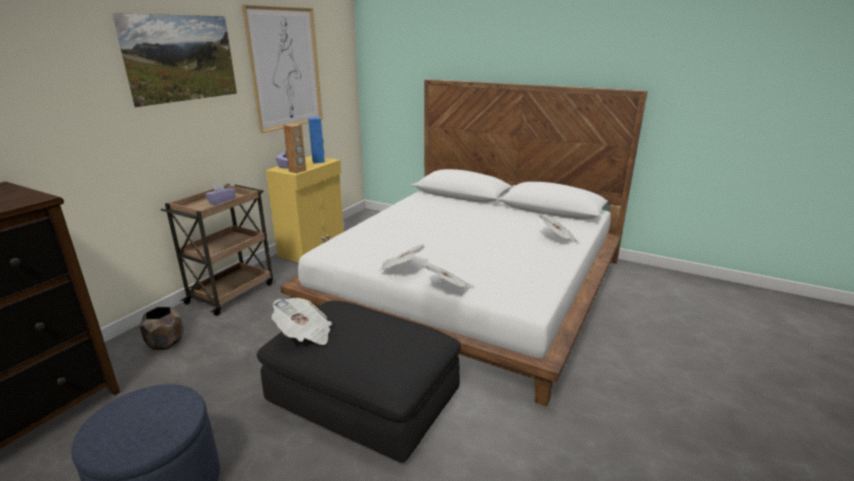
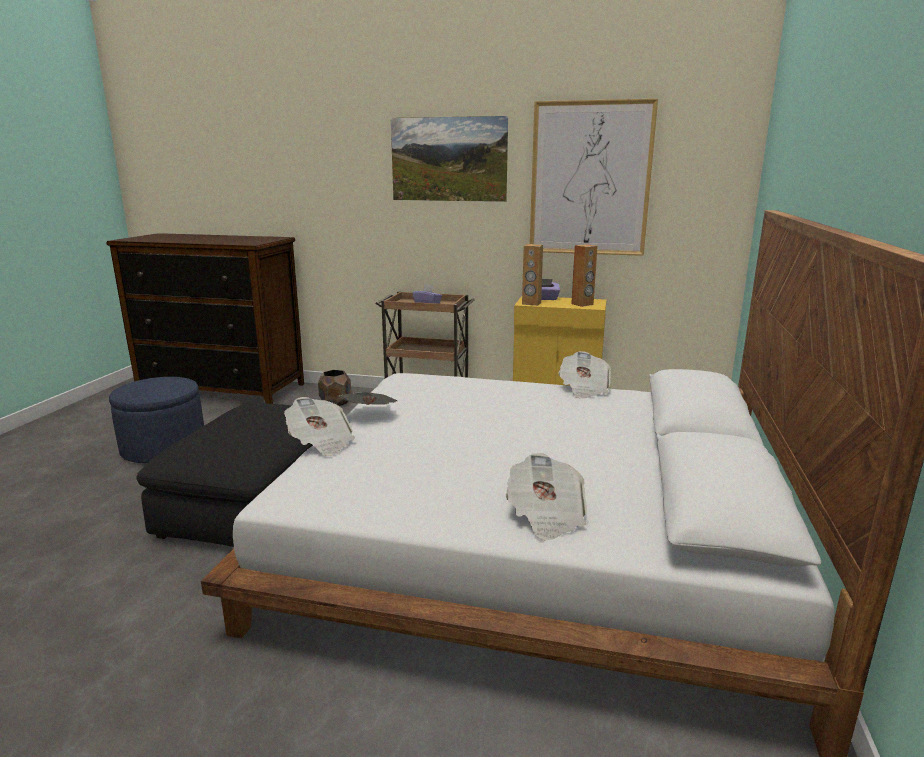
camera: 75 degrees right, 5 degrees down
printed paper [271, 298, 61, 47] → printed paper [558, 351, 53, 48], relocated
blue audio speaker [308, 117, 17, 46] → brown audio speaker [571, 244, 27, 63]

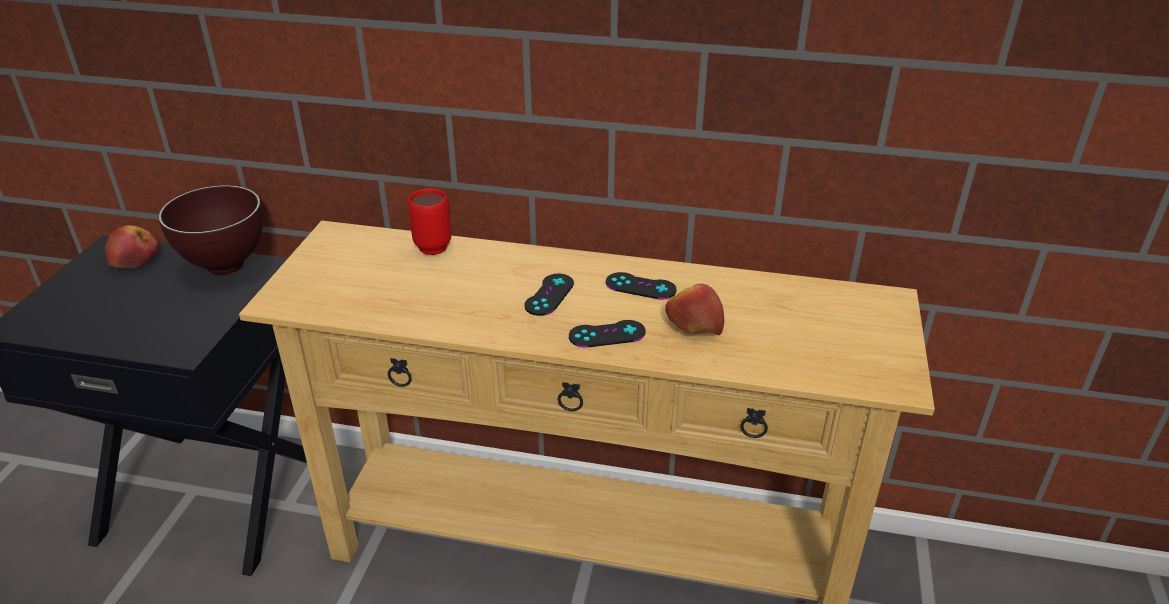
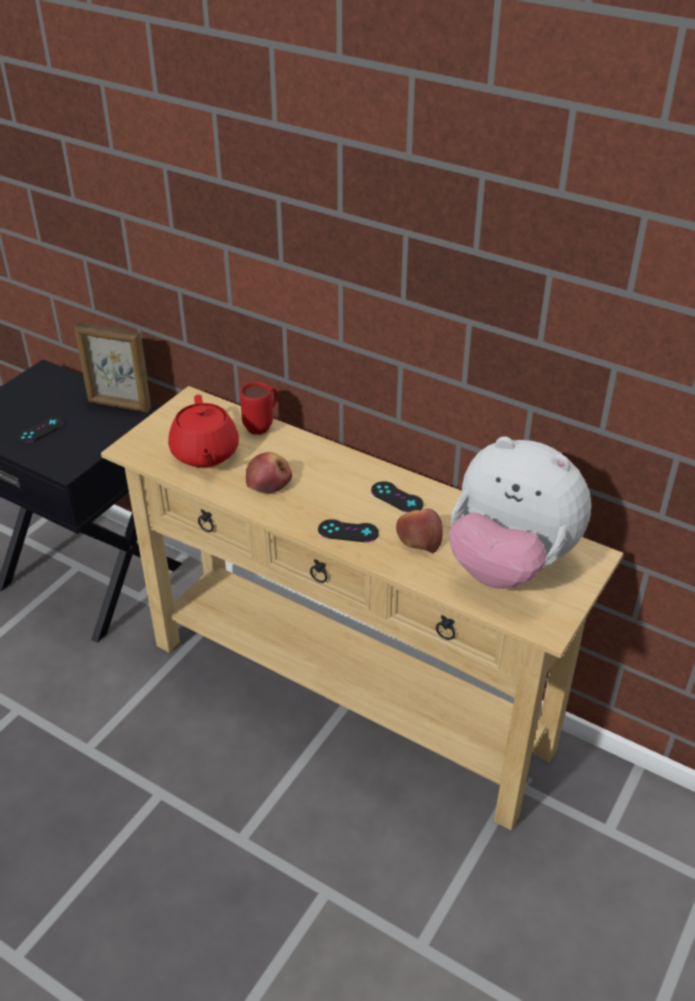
camera: 20 degrees right, 5 degrees up
black game controller [524, 274, 50, 42] → black game controller [16, 416, 48, 27], relocated
brown deep dish [158, 185, 105, 90] → photo frame [74, 322, 77, 91]
- → reddish tea pot [168, 395, 71, 73]
apple fruit [105, 225, 54, 44] → apple fruit [246, 452, 46, 41], relocated
- → cuddly toy [449, 436, 142, 153]

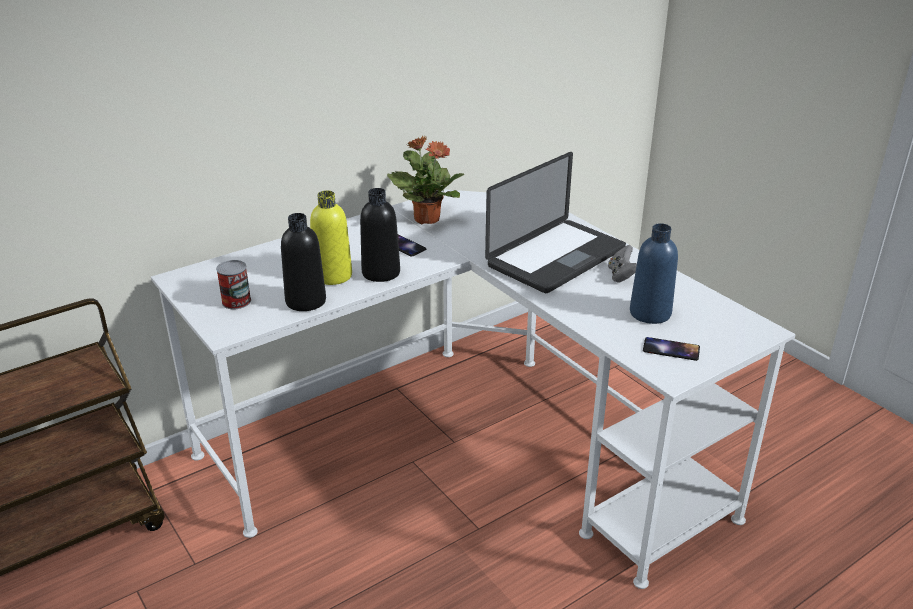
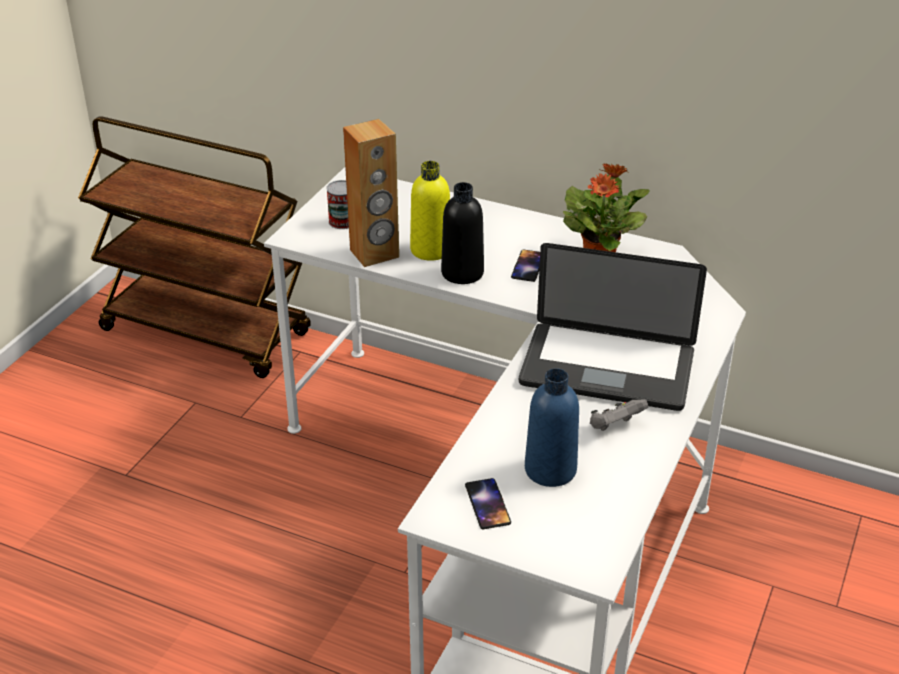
camera: 60 degrees right, 5 degrees up
black bottle [281, 213, 45, 98] → brown audio speaker [343, 119, 56, 148]

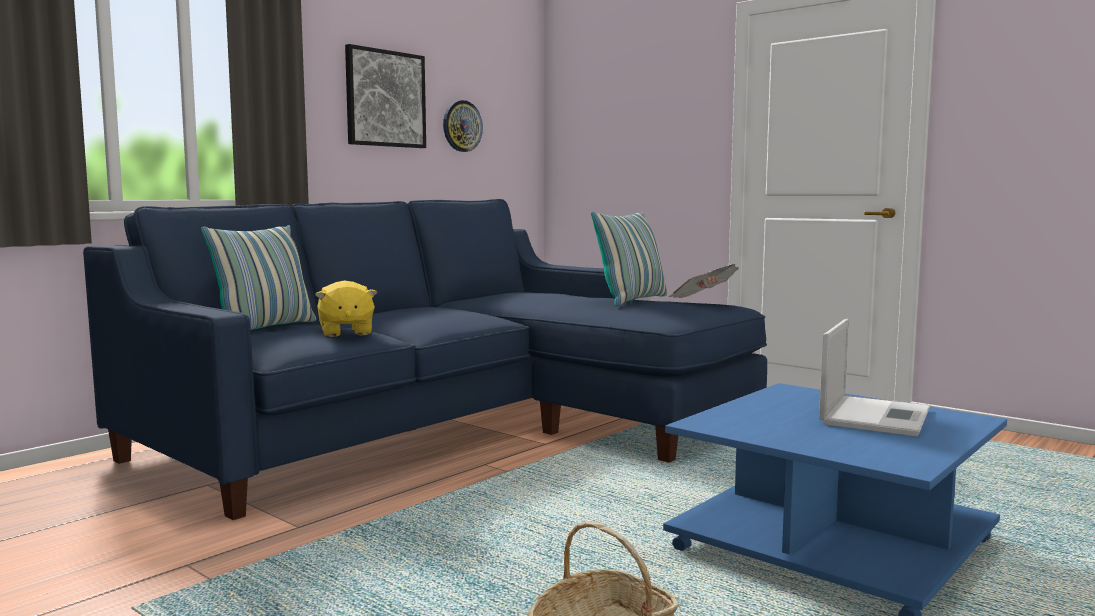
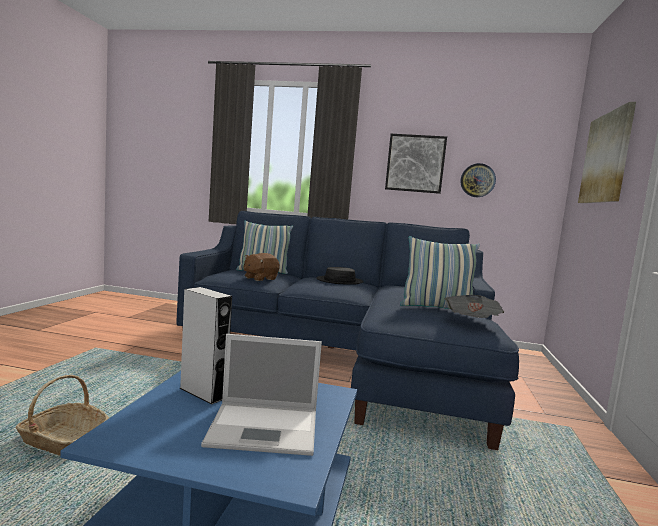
camera: 60 degrees right, 0 degrees up
- → greyish audio speaker [180, 287, 52, 118]
yellowish cuddly toy [315, 280, 62, 57] → brown cuddly toy [244, 253, 36, 28]
- → black hat [316, 267, 48, 18]
- → picture [578, 102, 58, 101]

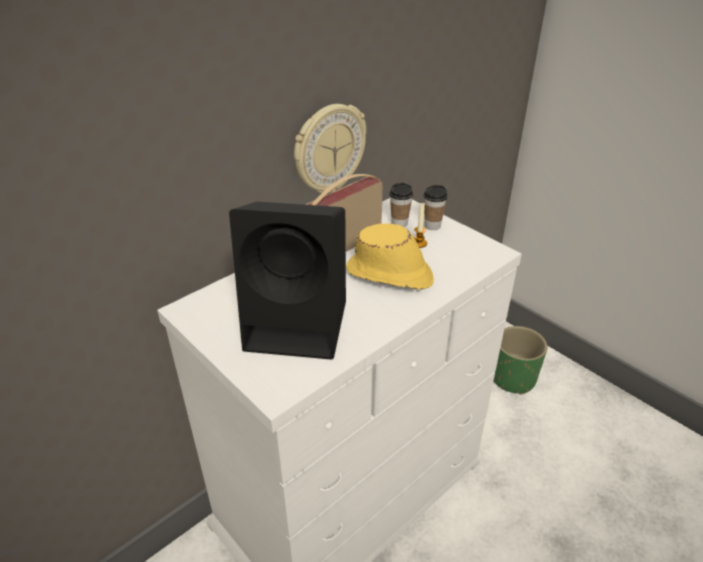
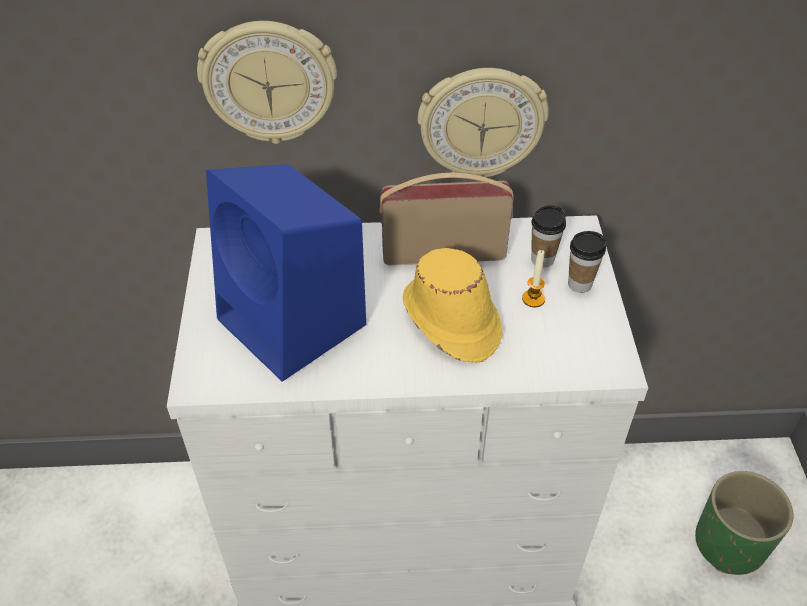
camera: 40 degrees right, 10 degrees up
- → wall clock [197, 21, 140, 123]
black audio speaker [229, 202, 117, 158] → blue audio speaker [206, 164, 161, 218]

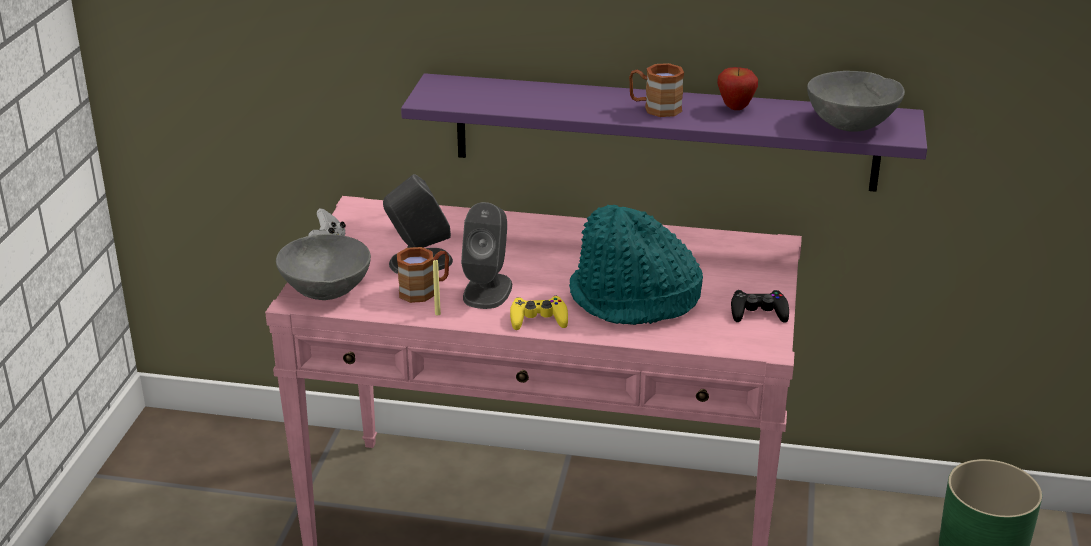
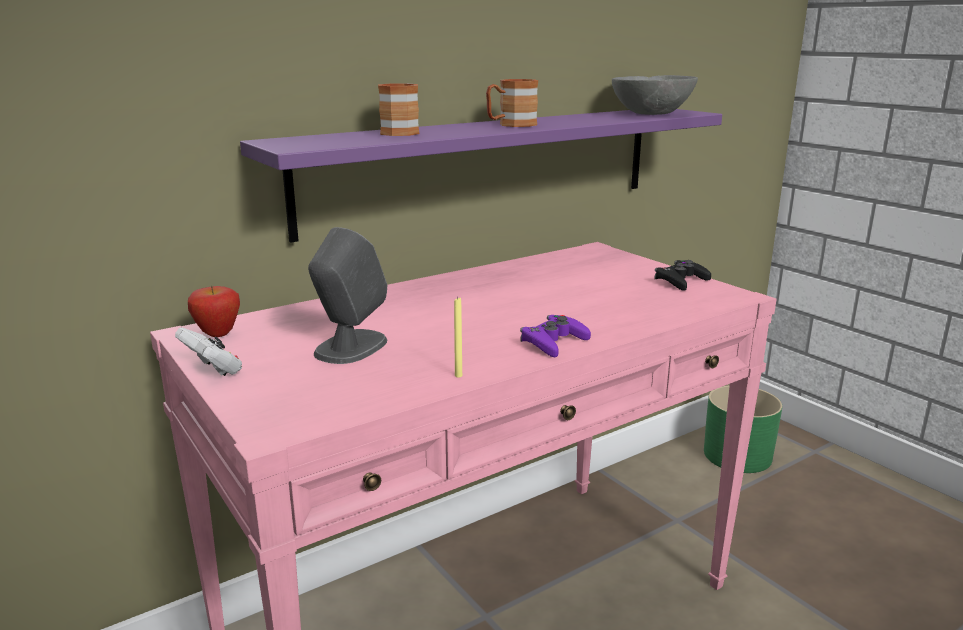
camera: 45 degrees left, 10 degrees down
apple fruit [717, 67, 41, 43] → apple fruit [188, 286, 52, 51], relocated
brown tea mug [397, 247, 52, 56] → brown tea mug [378, 83, 41, 53], relocated
yellowish game controller [510, 296, 58, 34] → purplish game controller [520, 315, 71, 42]
greyish deep dish [276, 234, 95, 66] → -
greyish audio speaker [461, 202, 51, 107] → -
blue-green hat [569, 205, 134, 120] → -

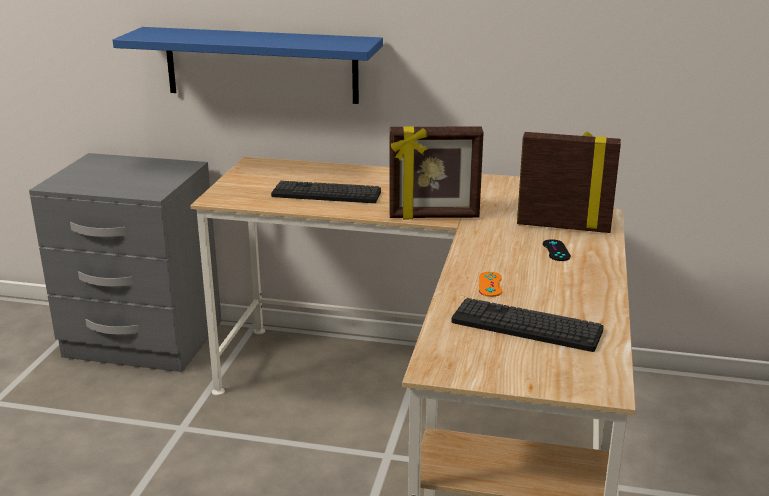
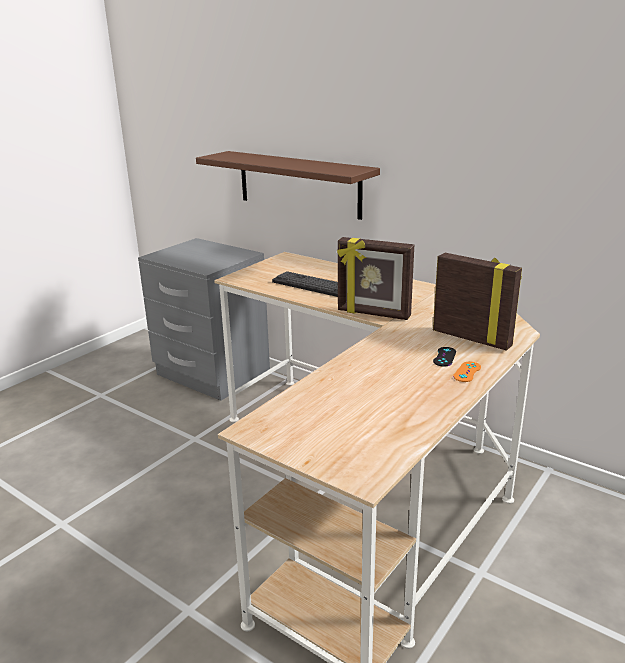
camera: 25 degrees right, 0 degrees up
blue shelf [113, 27, 270, 77] → brown shelf [196, 151, 184, 69]
orangey game controller [479, 272, 23, 25] → orangey game controller [453, 361, 28, 21], relocated
computer keyboard [452, 298, 152, 54] → -

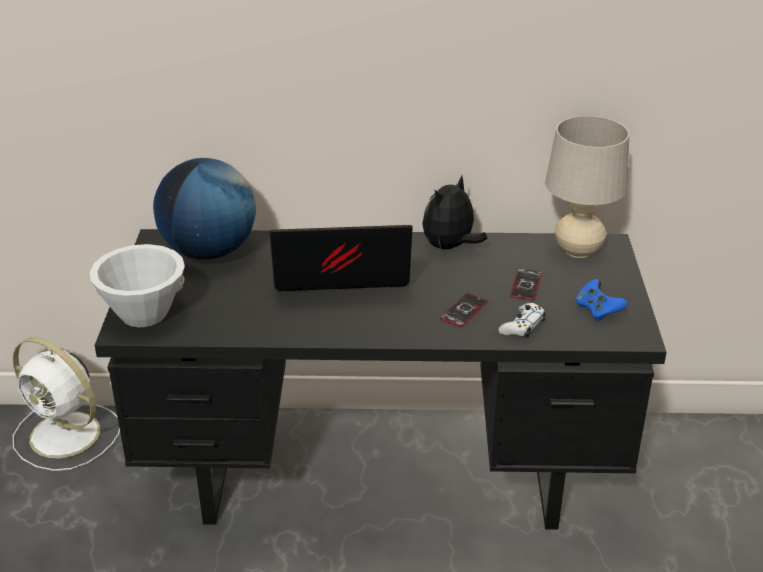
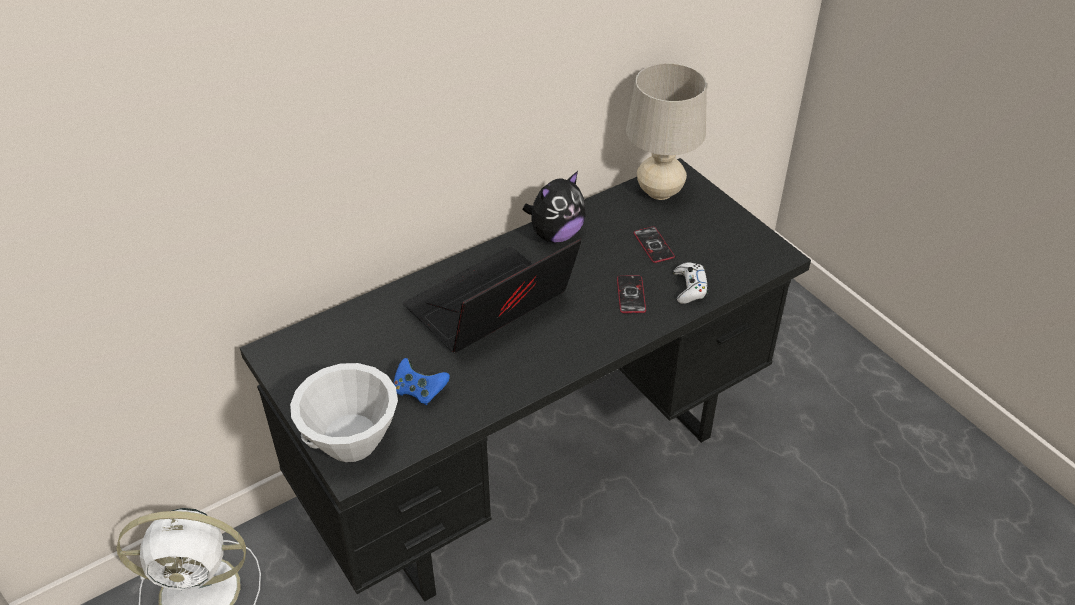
camera: 35 degrees left, 10 degrees up
blue game controller [575, 279, 53, 42] → blue game controller [394, 358, 56, 47], relocated
cuddly toy [422, 175, 65, 74] → cuddly toy [523, 171, 63, 72], 135 degrees counterclockwise
world globe [153, 158, 103, 102] → -

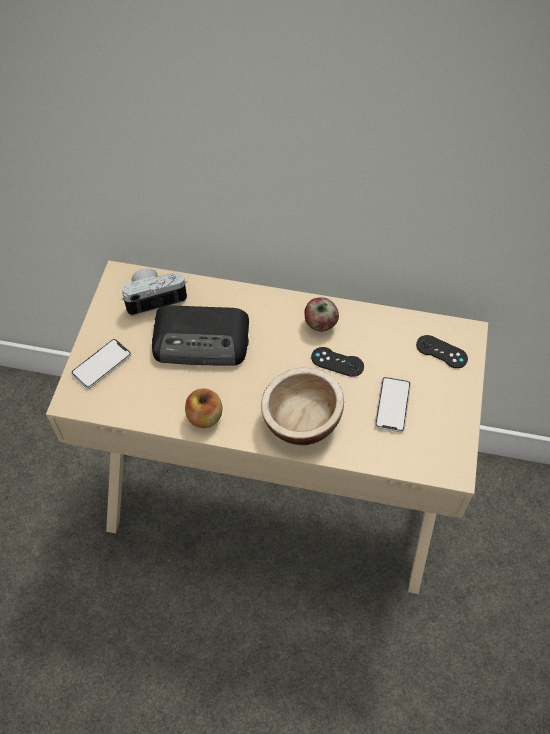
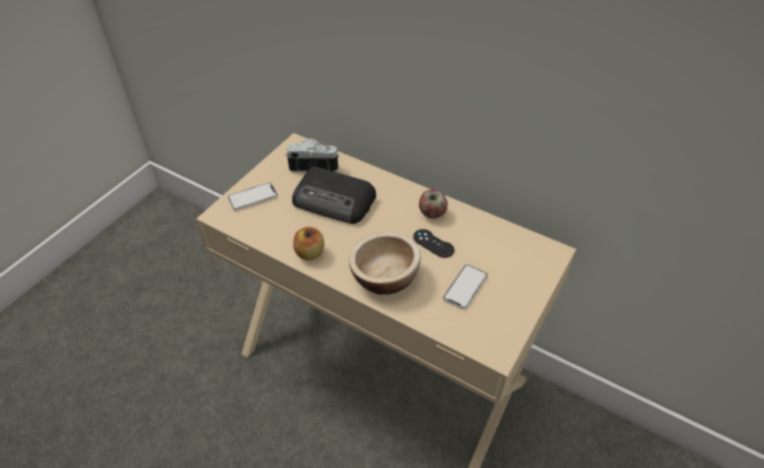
camera: 20 degrees right, 10 degrees down
black game controller [416, 335, 52, 33] → -

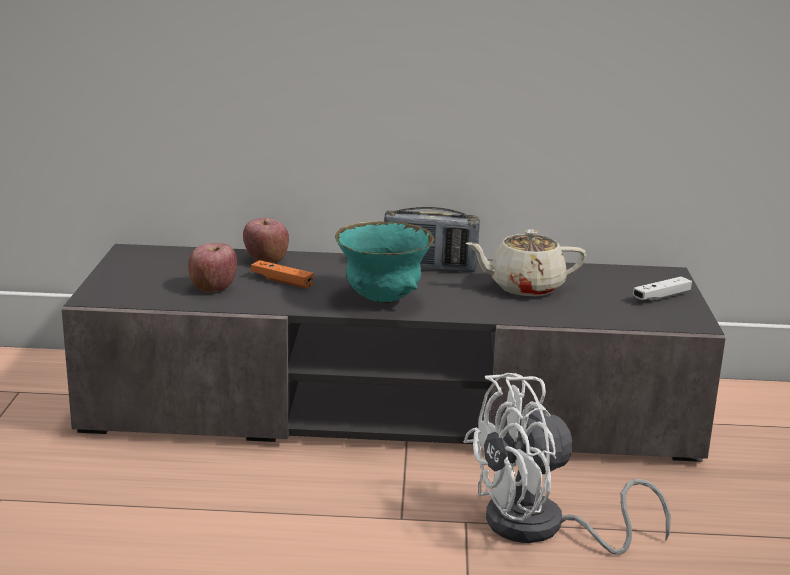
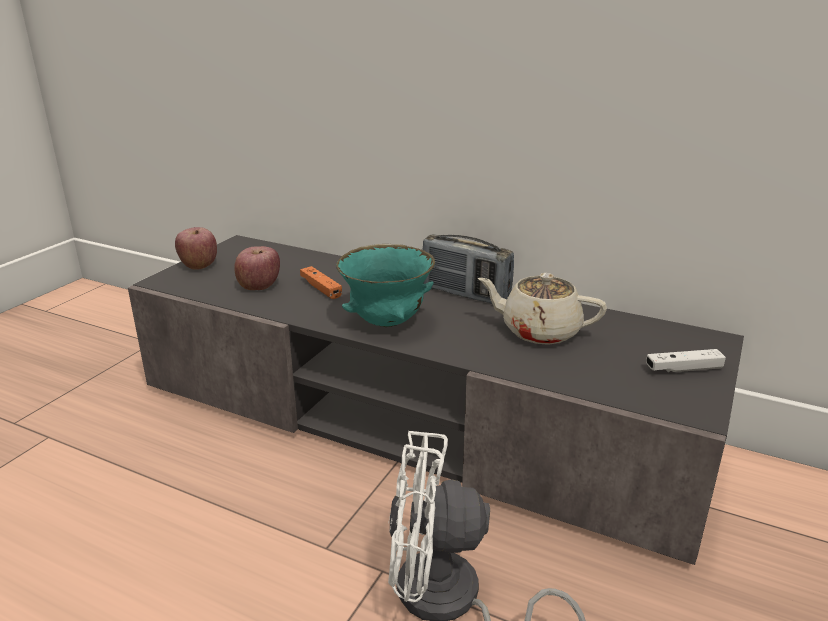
camera: 25 degrees right, 5 degrees up
apple fruit [243, 218, 46, 45] → apple fruit [175, 227, 42, 43], relocated

